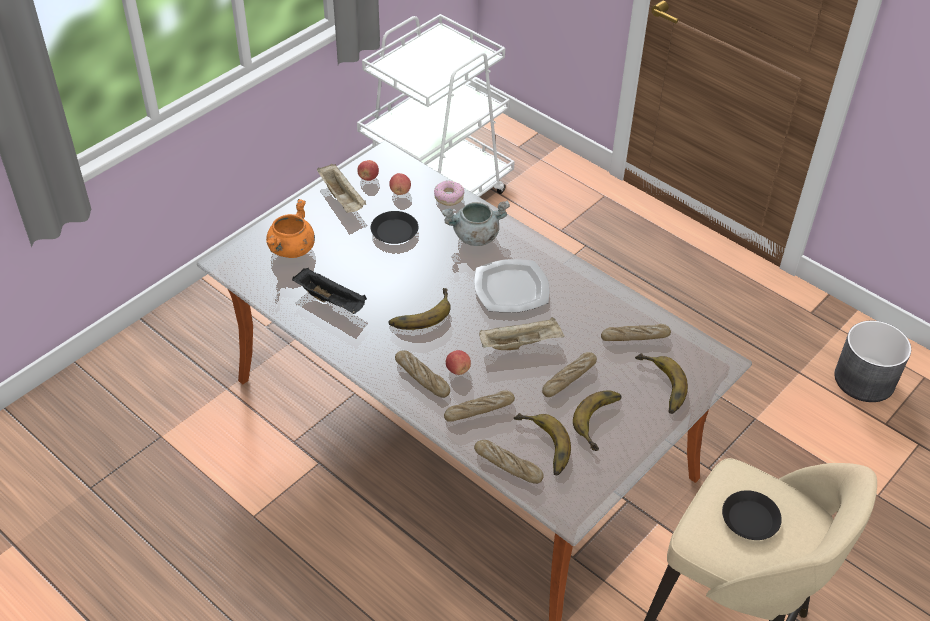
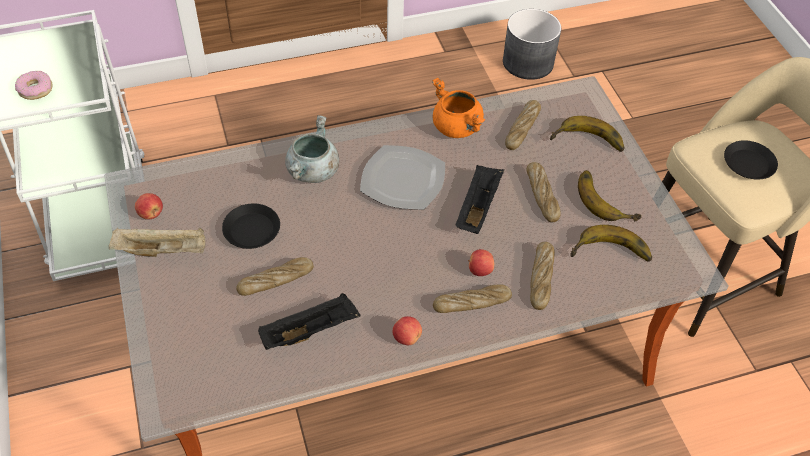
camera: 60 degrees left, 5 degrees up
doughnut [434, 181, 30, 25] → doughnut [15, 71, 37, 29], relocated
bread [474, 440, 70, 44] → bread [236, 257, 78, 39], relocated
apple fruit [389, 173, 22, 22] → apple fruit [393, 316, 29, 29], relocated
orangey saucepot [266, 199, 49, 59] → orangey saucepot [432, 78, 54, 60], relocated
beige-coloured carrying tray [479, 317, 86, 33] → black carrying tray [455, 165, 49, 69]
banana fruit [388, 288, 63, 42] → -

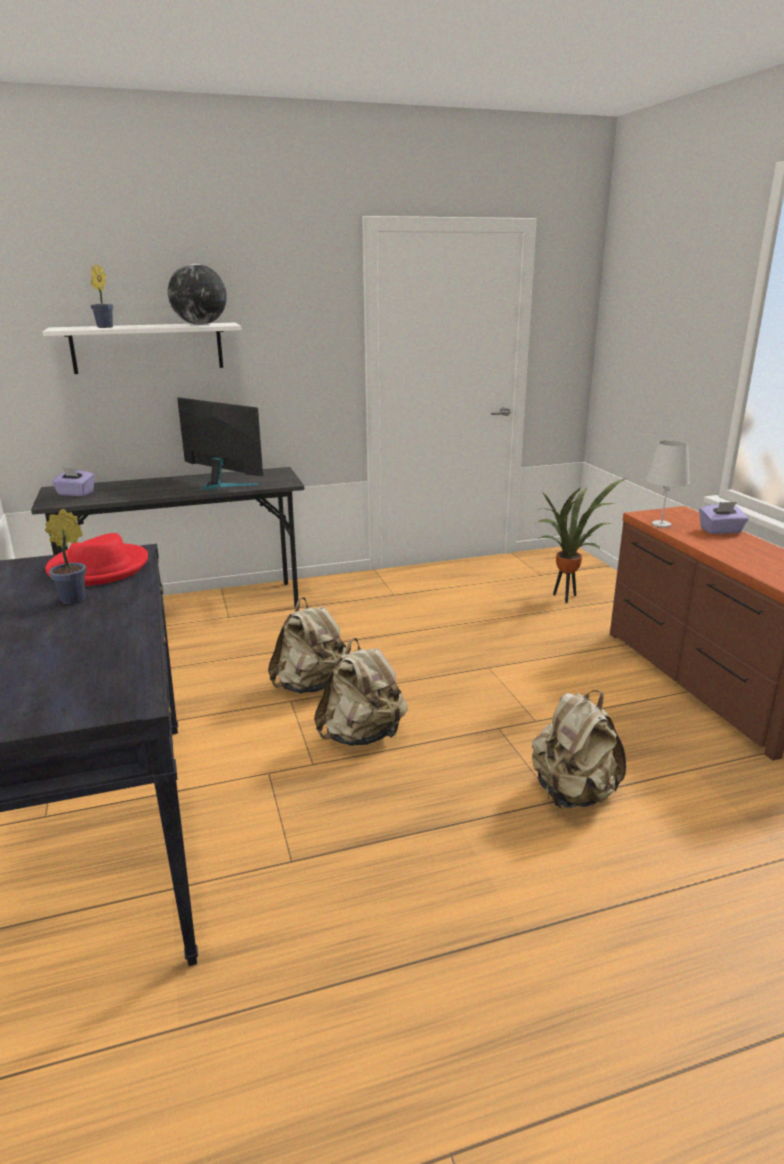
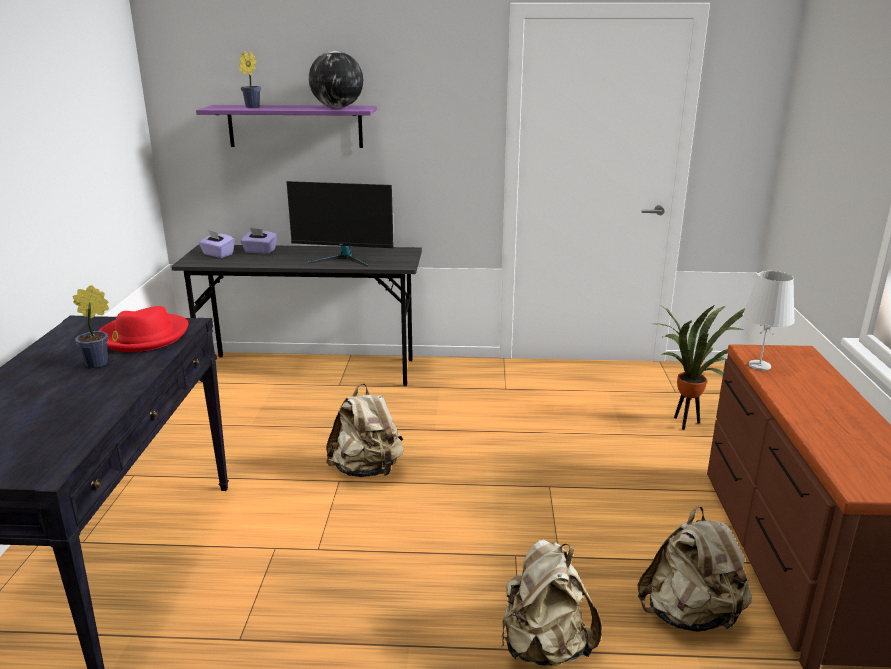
camera: 20 degrees right, 0 degrees up
white shelf [43, 323, 199, 51] → purplish shelf [196, 105, 181, 43]
purplish box of tissues [699, 502, 49, 32] → purplish box of tissues [240, 228, 37, 26], relocated
monitor [177, 397, 87, 94] → monitor [287, 181, 107, 86], 135 degrees clockwise
beige-coloured knapsack [314, 638, 93, 108] → beige-coloured knapsack [637, 506, 115, 126], relocated

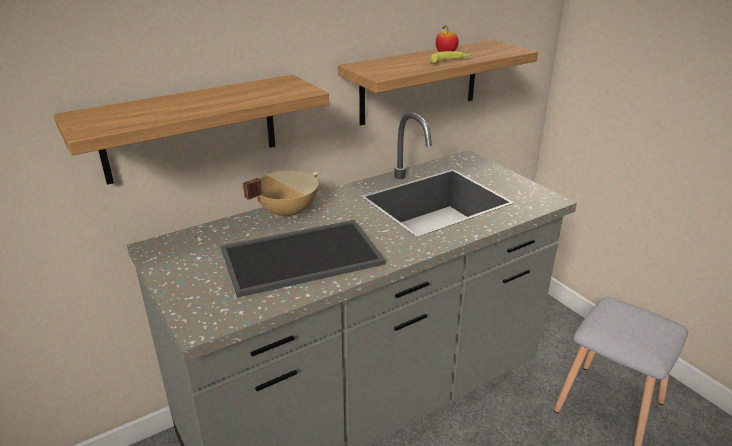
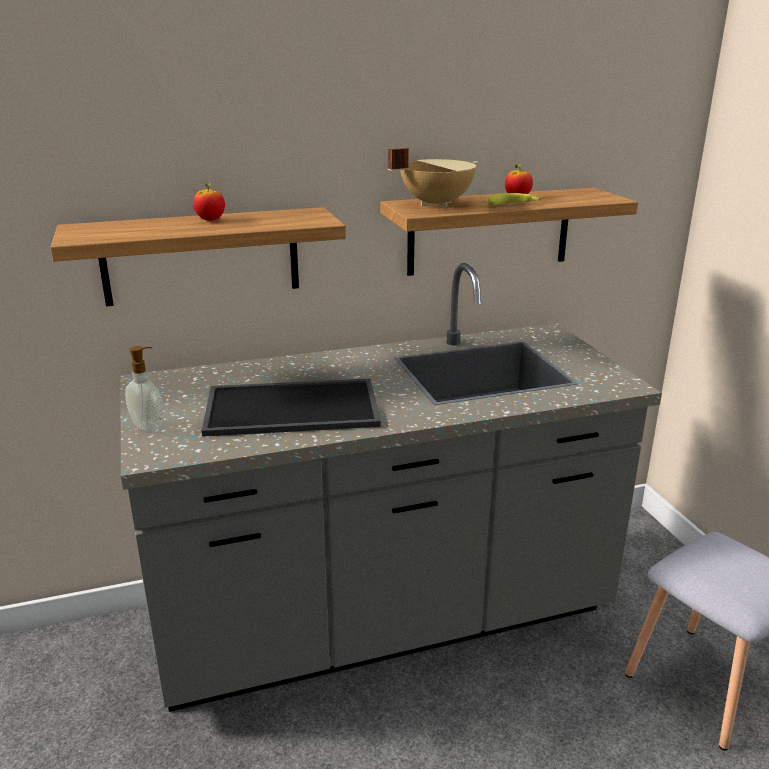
camera: 15 degrees right, 5 degrees down
- → soap dispenser [125, 346, 38, 86]
- → apple fruit [193, 182, 32, 39]
beige-coloured saucepot [243, 170, 75, 48] → beige-coloured saucepot [388, 148, 90, 60], relocated

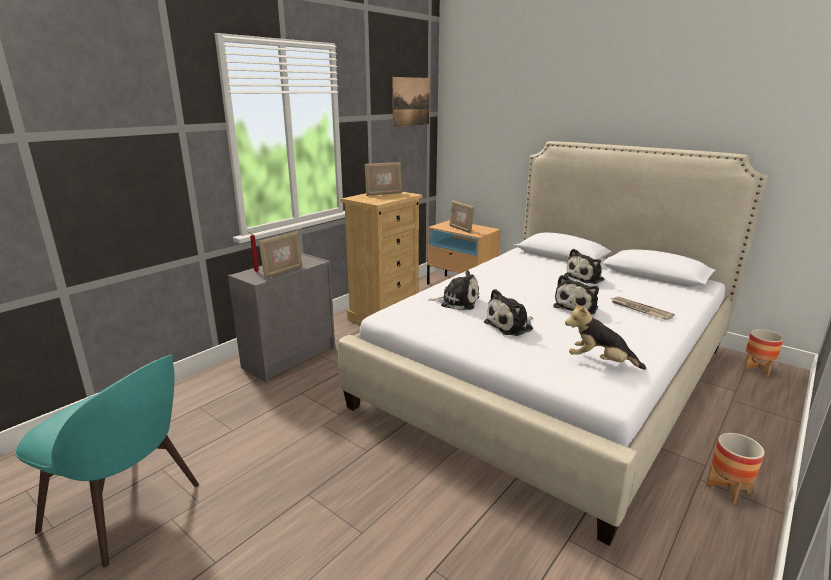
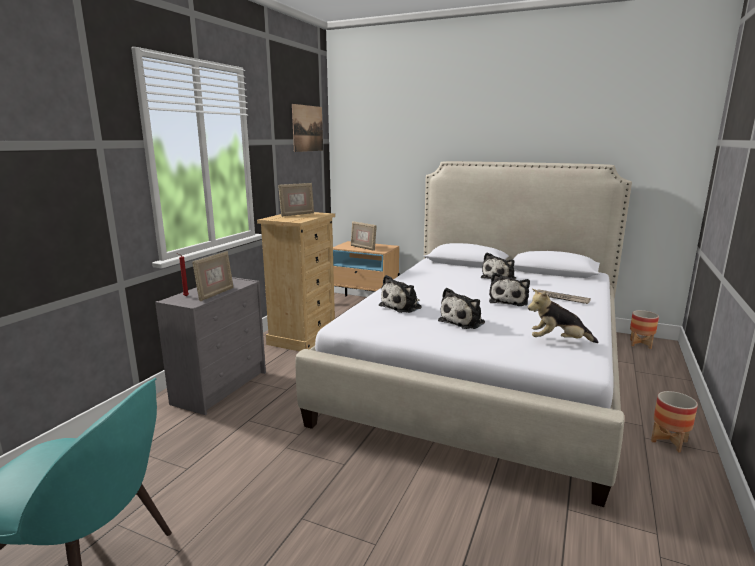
camera: 15 degrees left, 5 degrees down
cuddly toy [428, 270, 51, 40] → cuddly toy [379, 275, 43, 38], 135 degrees clockwise

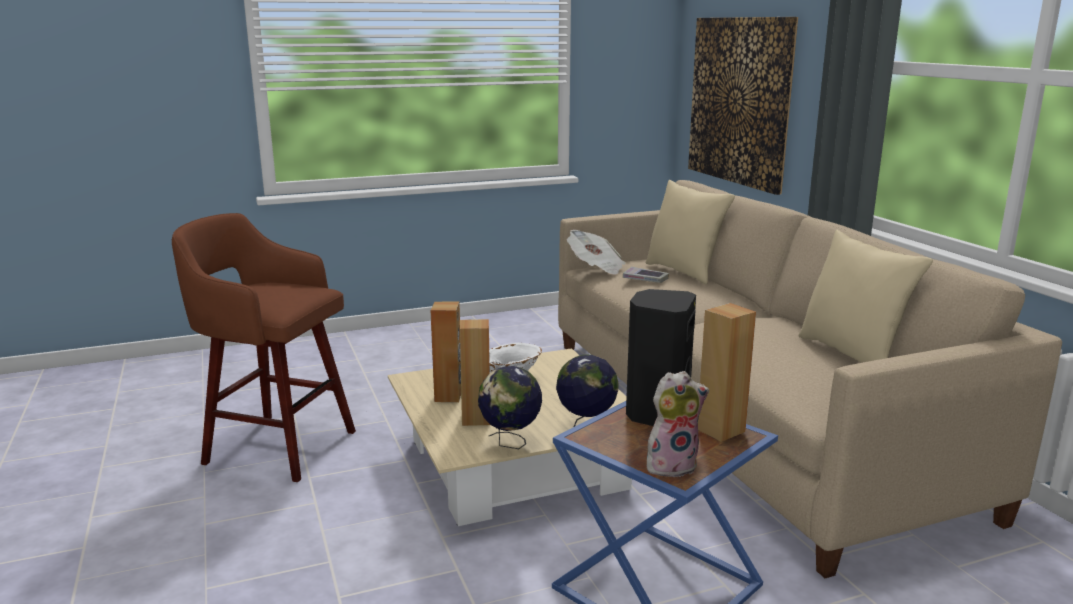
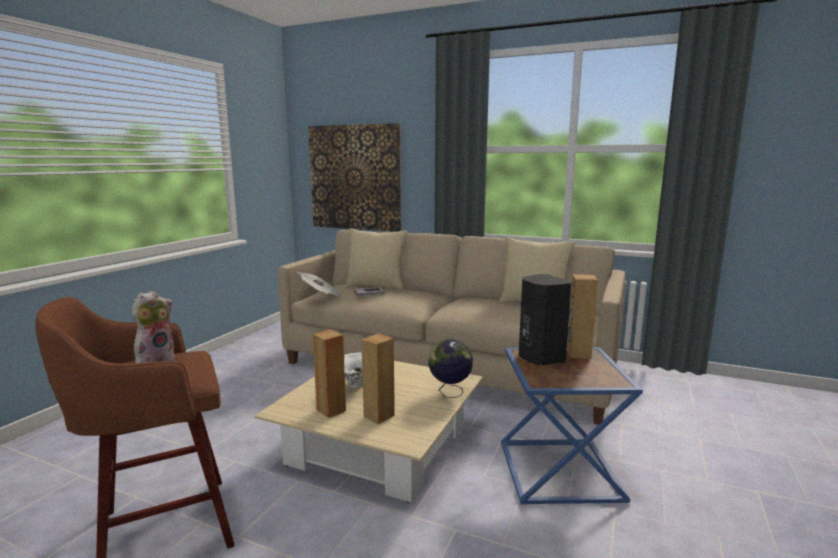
camera: 45 degrees left, 5 degrees down
cuddly toy [647, 371, 62, 106] → cuddly toy [132, 291, 43, 72], relocated
world globe [478, 366, 64, 83] → -

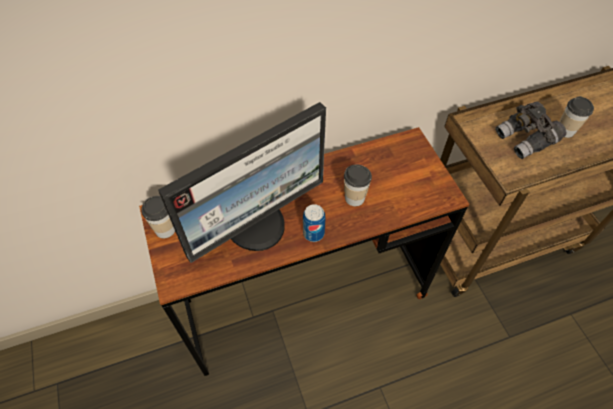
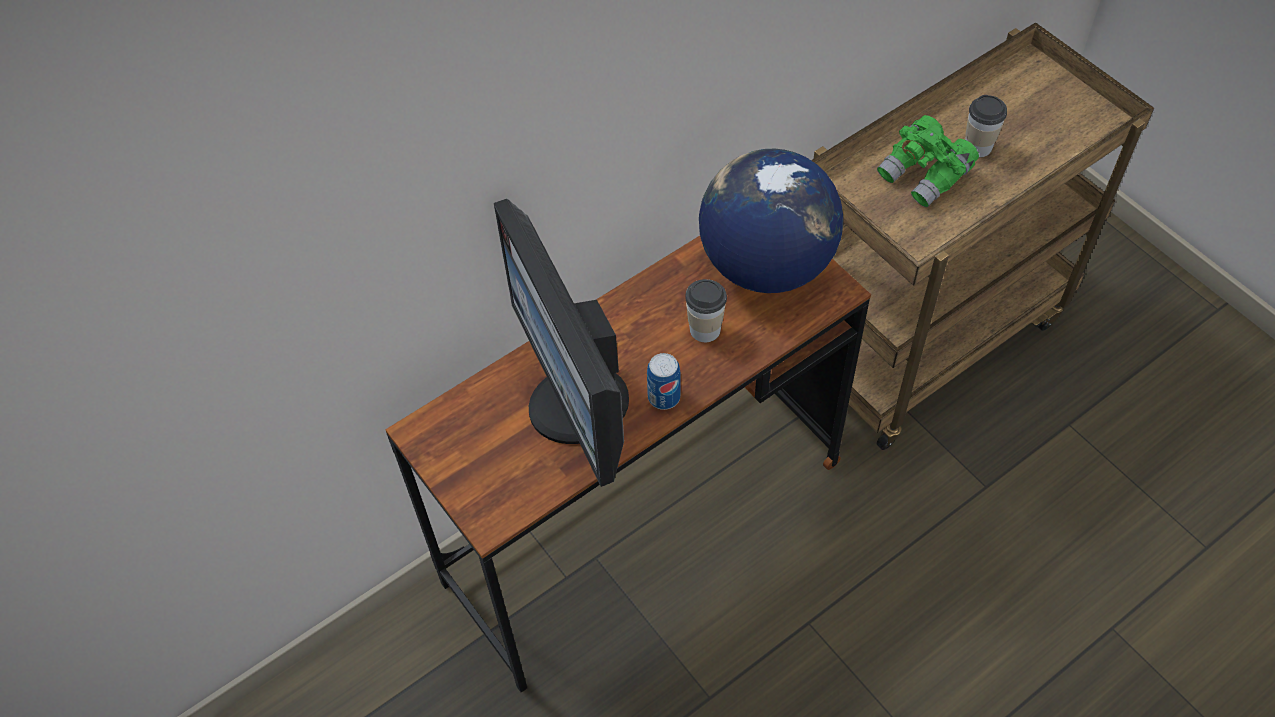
camera: 15 degrees left, 0 degrees up
monitor [158, 102, 168, 161] → monitor [494, 199, 135, 288], 120 degrees clockwise
- → world globe [699, 149, 145, 144]
greyish binoculars [495, 101, 71, 58] → green-coloured binoculars [877, 115, 102, 92]
small cup [141, 196, 34, 42] → -

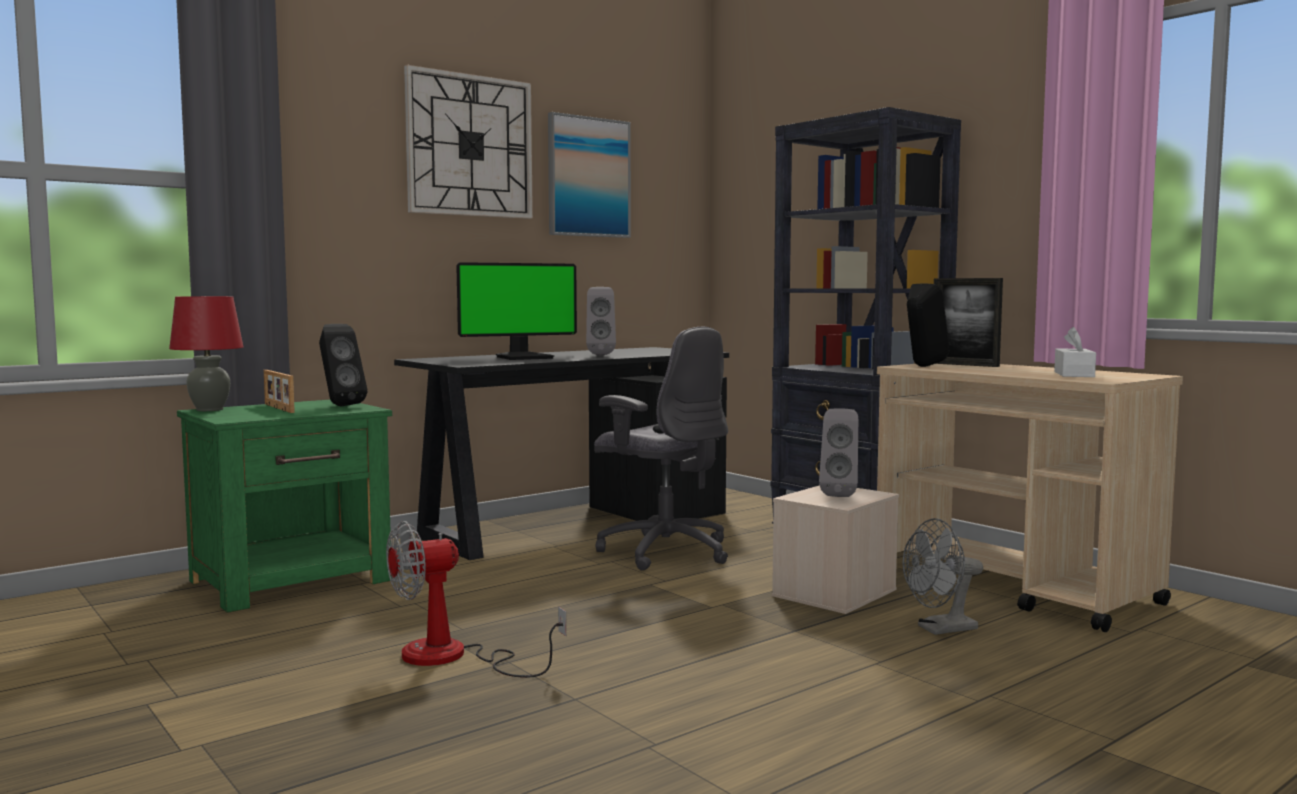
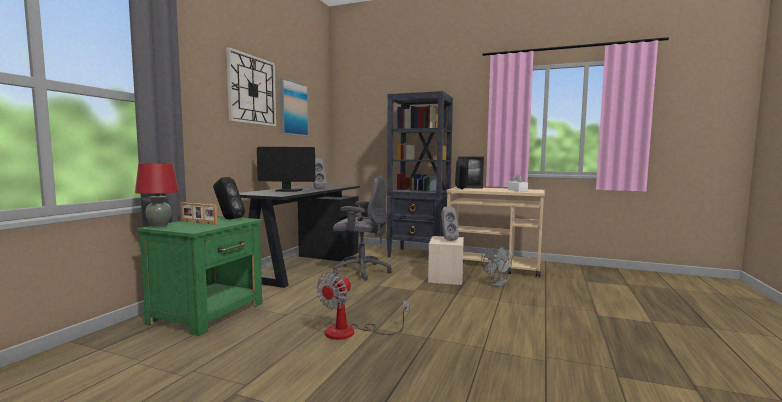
camera: 30 degrees left, 0 degrees up
monitor [456, 262, 121, 98] → monitor [257, 147, 58, 45], 120 degrees counterclockwise

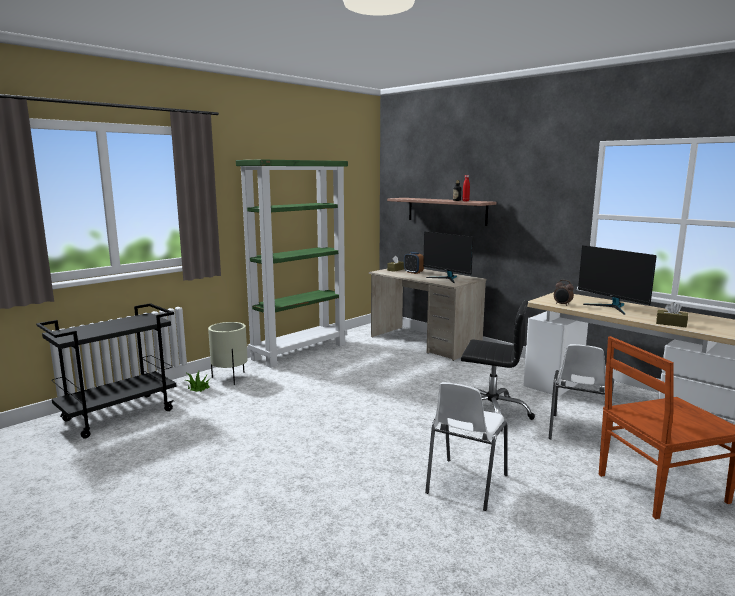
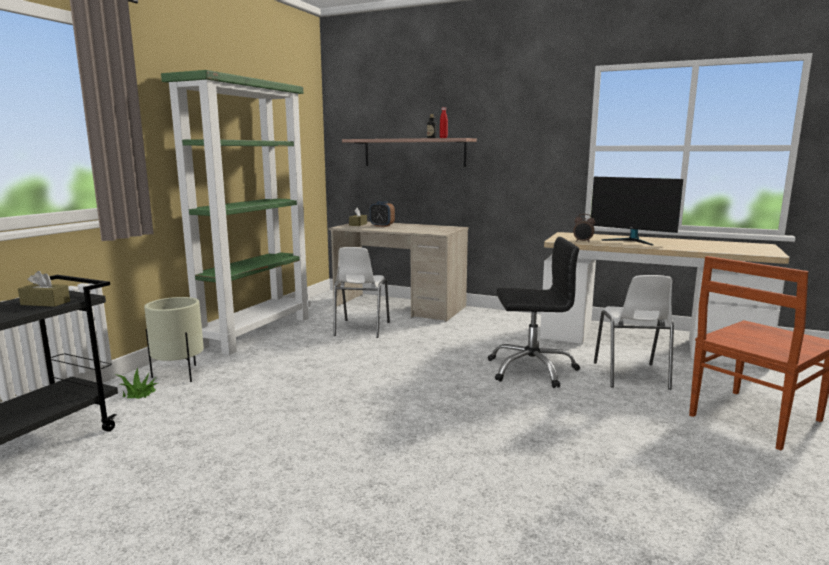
camera: 20 degrees left, 0 degrees up
brown box of tissues [656, 302, 32, 25] → brown box of tissues [18, 271, 52, 36], relocated
white chair [425, 382, 82, 129] → white chair [333, 247, 57, 91], relocated
monitor [423, 231, 50, 52] → -

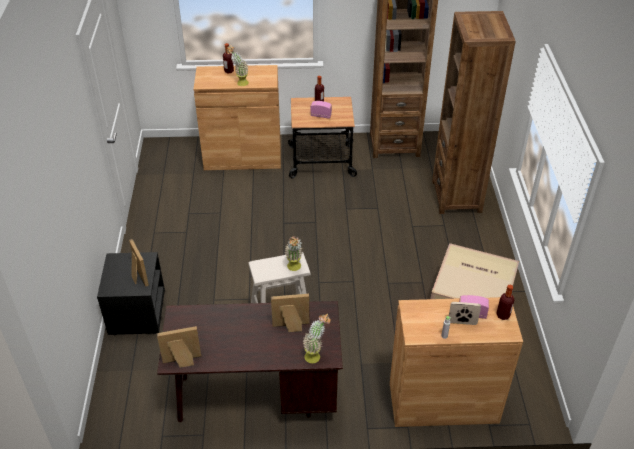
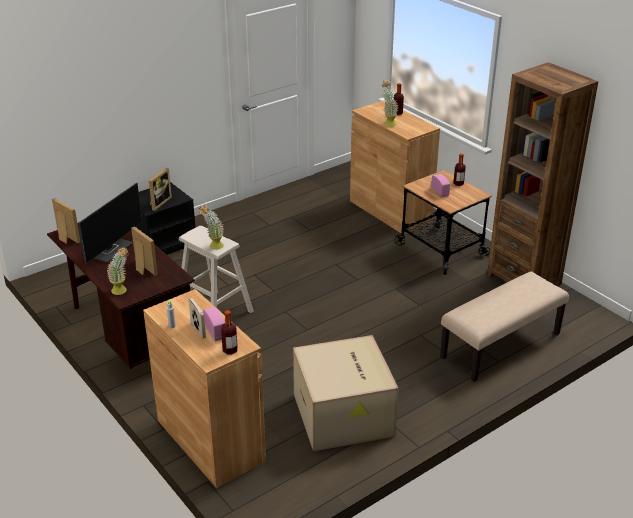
camera: 55 degrees right, 10 degrees down
- → monitor [79, 183, 63, 81]
brown bookcase [432, 11, 84, 203] → beige-coloured long seat [440, 271, 129, 111]

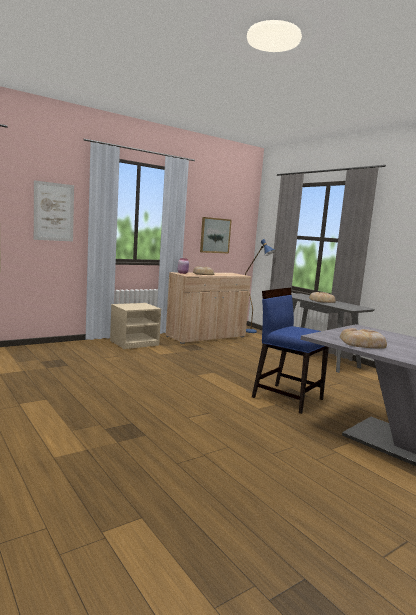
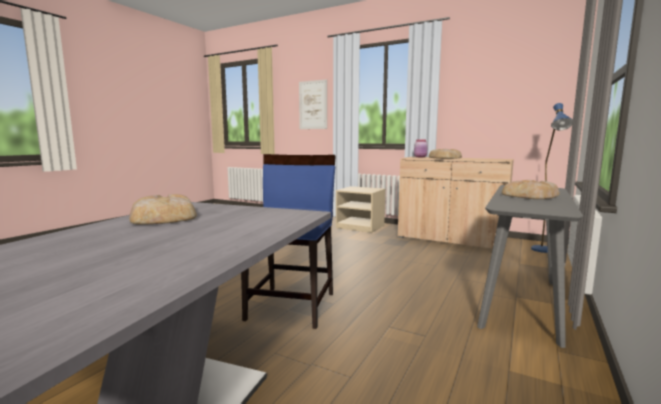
camera: 65 degrees right, 0 degrees up
picture [200, 217, 32, 37] → -

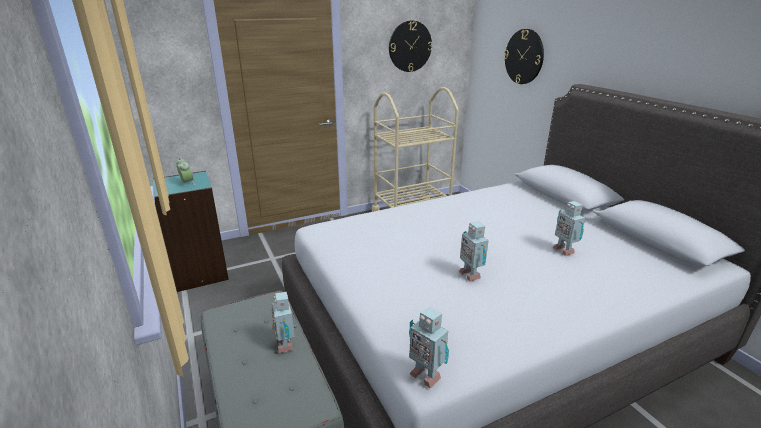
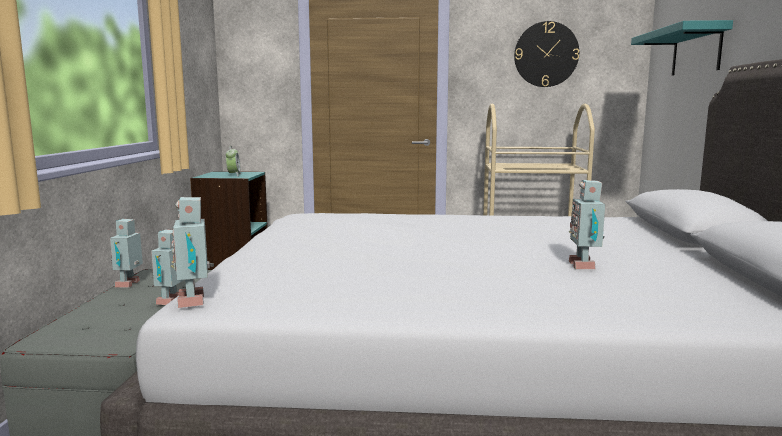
camera: 30 degrees right, 15 degrees down
robot figure [459, 222, 29, 60] → robot figure [110, 219, 33, 68], relocated
wall clock [504, 29, 40, 55] → blue-green shelf [631, 20, 102, 55]

